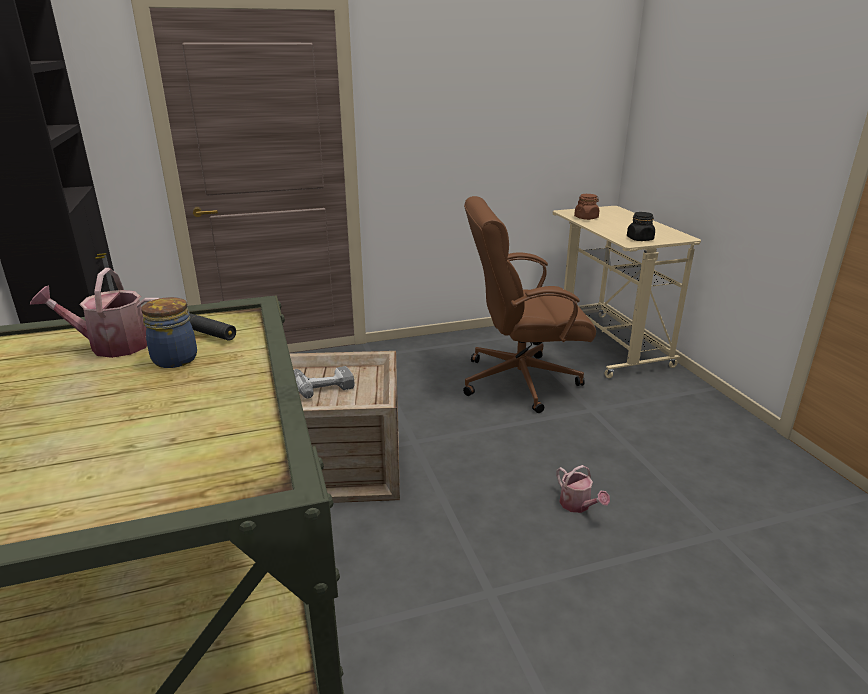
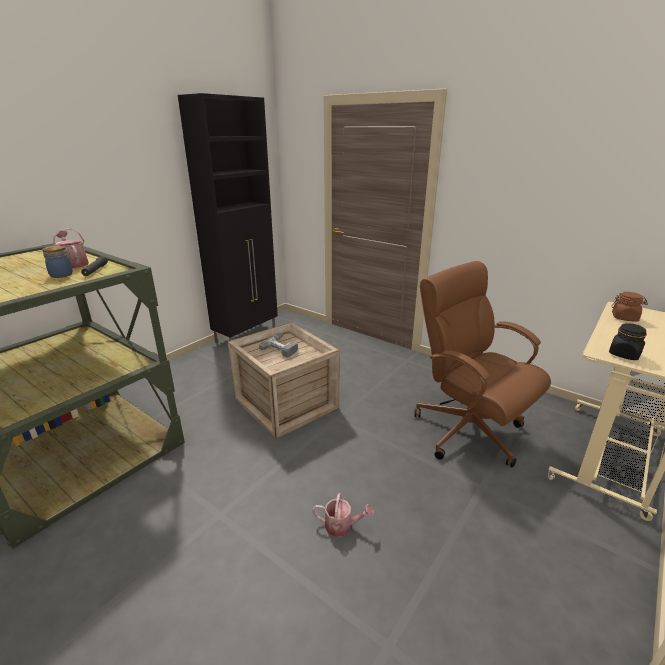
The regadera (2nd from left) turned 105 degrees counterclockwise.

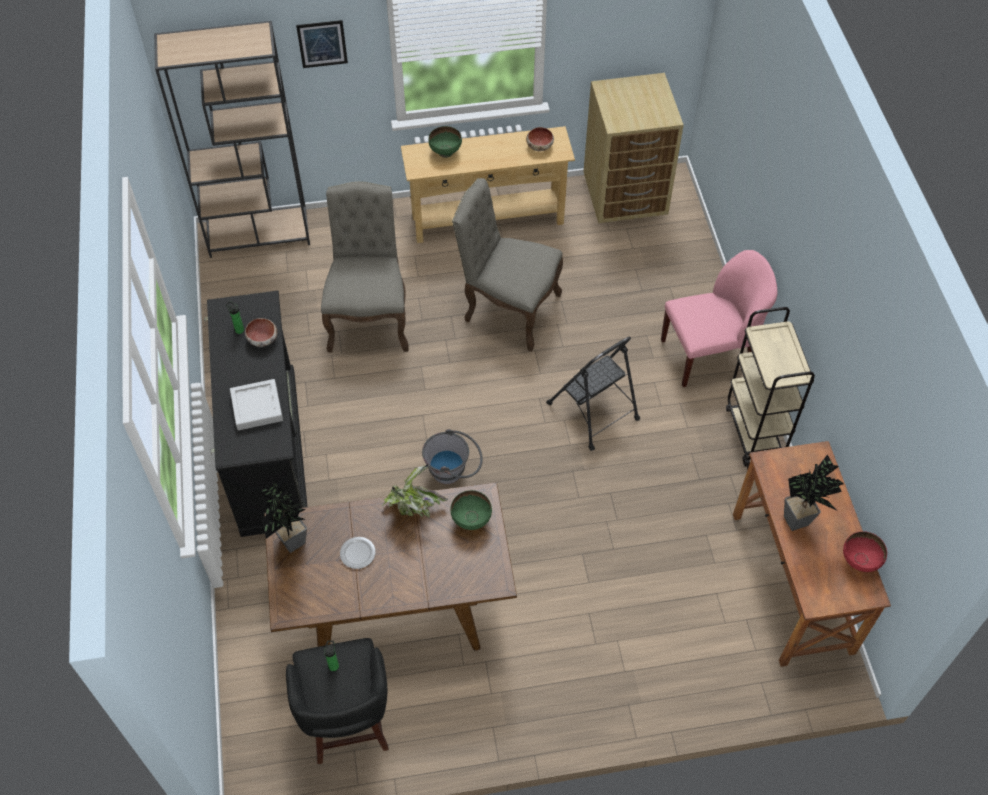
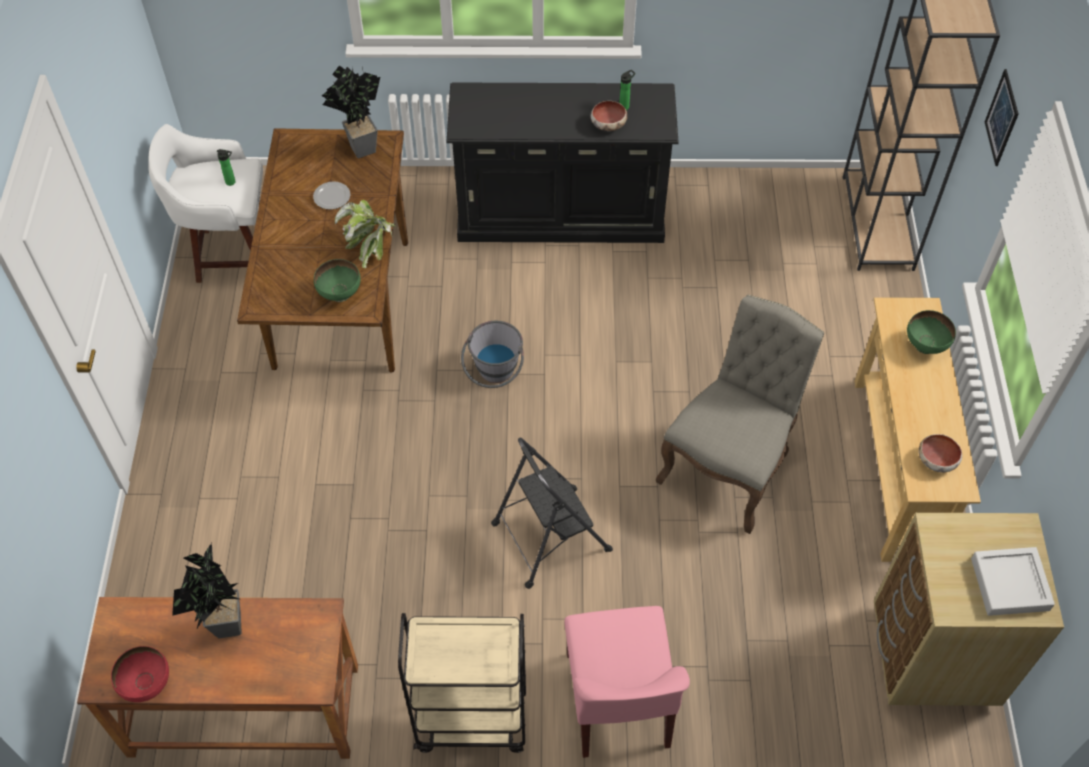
The silla (gris) (1st from left) disappeared. The bandeja (gris) moved. The taburete (negro) became the taburete (blanco).

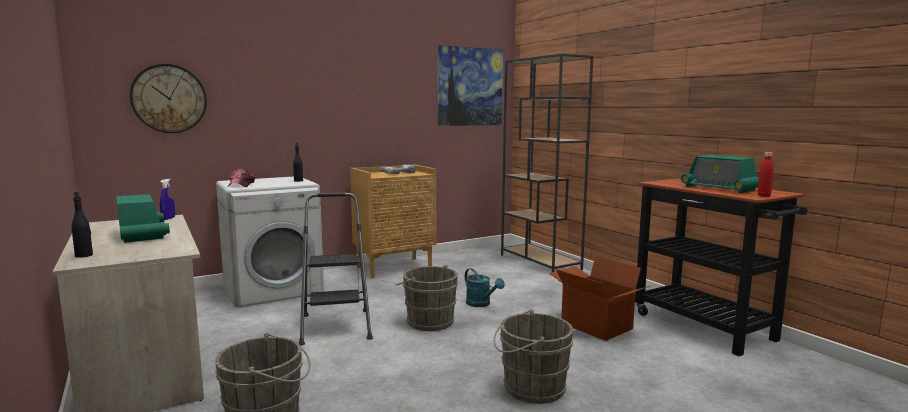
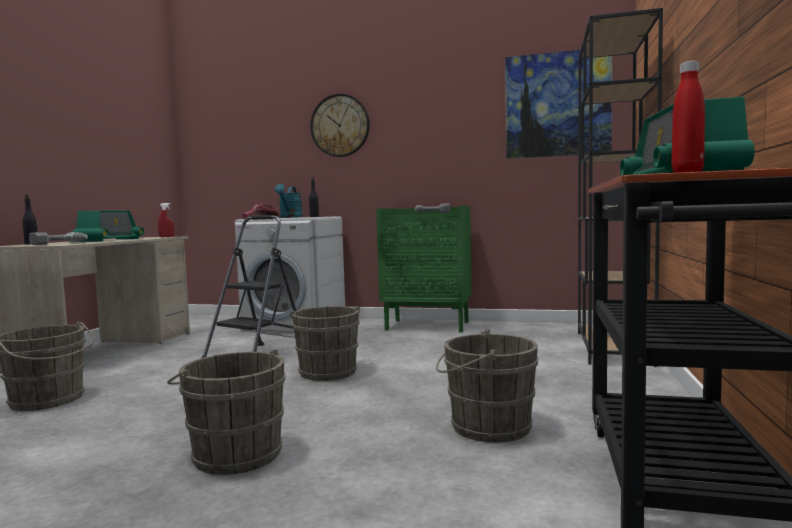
The taladro (1st from left) appeared. The reloj de pared moved. The regadera (turquesa) moved. The caja de cartón was replaced by the cubo (gris) (4th from left). The pulverizador (azul) became the pulverizador (rojo). The armario (marrón) became the armario (verde).

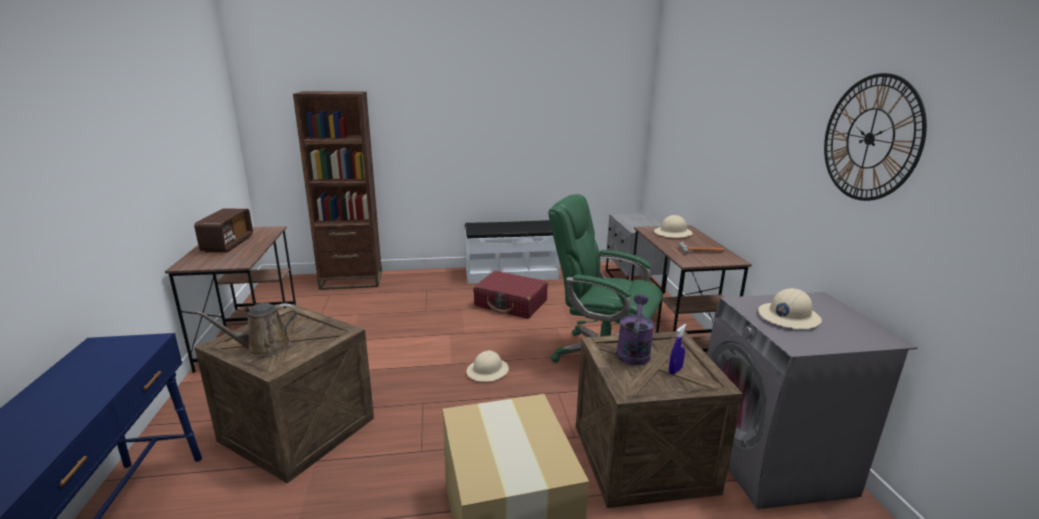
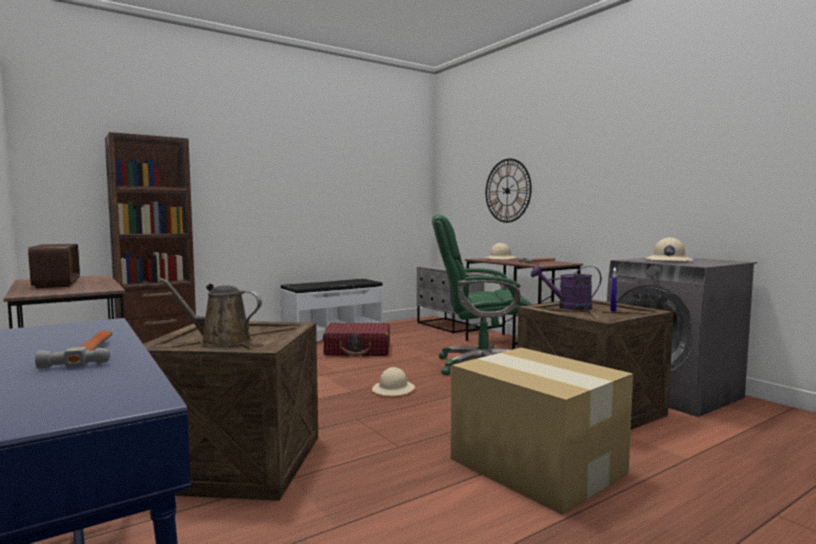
The martillo (1st from left) appeared. The reloj de pared moved. The regadera (marrón) turned 60 degrees clockwise. The regadera (morado) turned 75 degrees counterclockwise.

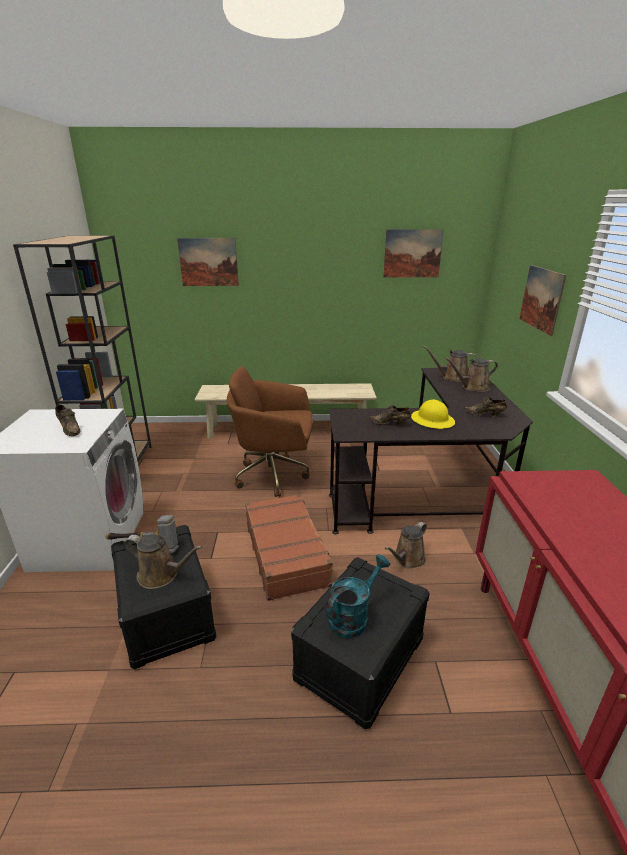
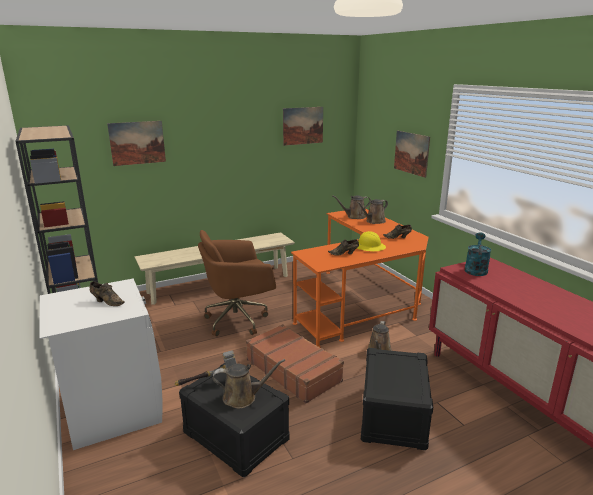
The regadera (turquesa) moved. The escritorio (negro) became the escritorio (naranja).

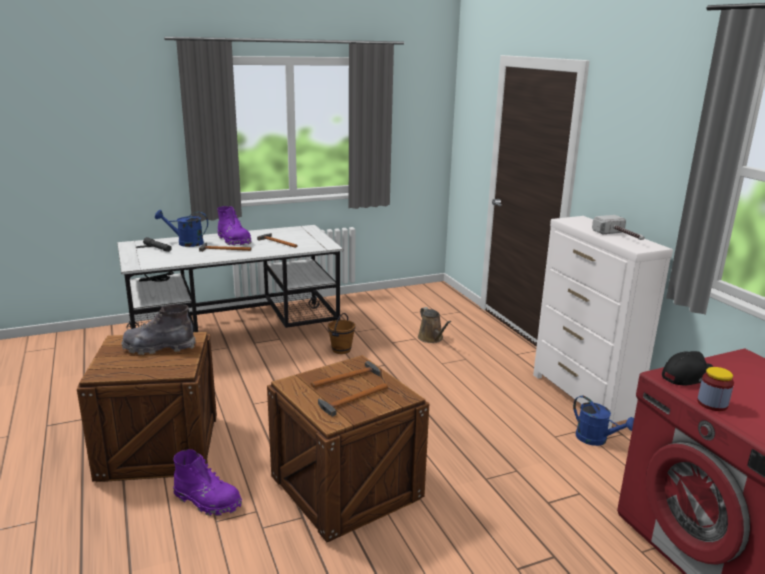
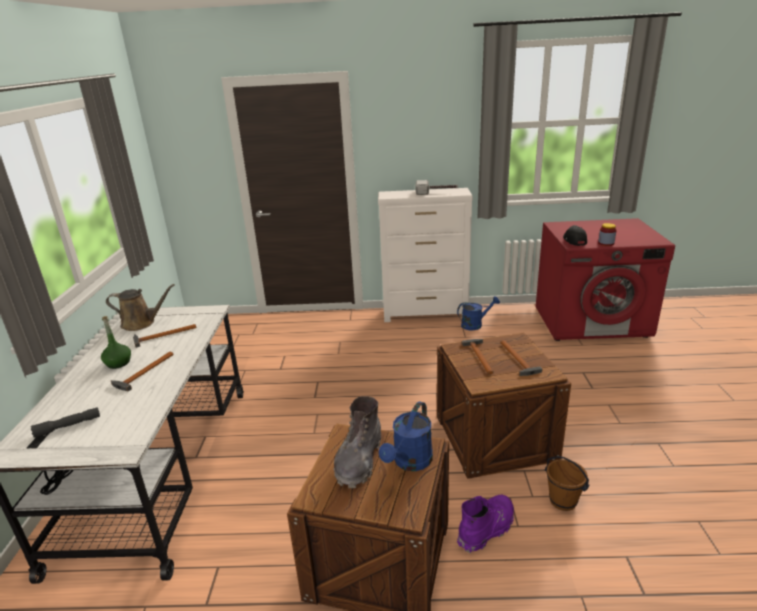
The regadera (azul) (1st from left) moved. The cubo (marrón) moved. The regadera (marrón) moved. The bota (morado) (2nd from left) was replaced by the botella (verde).

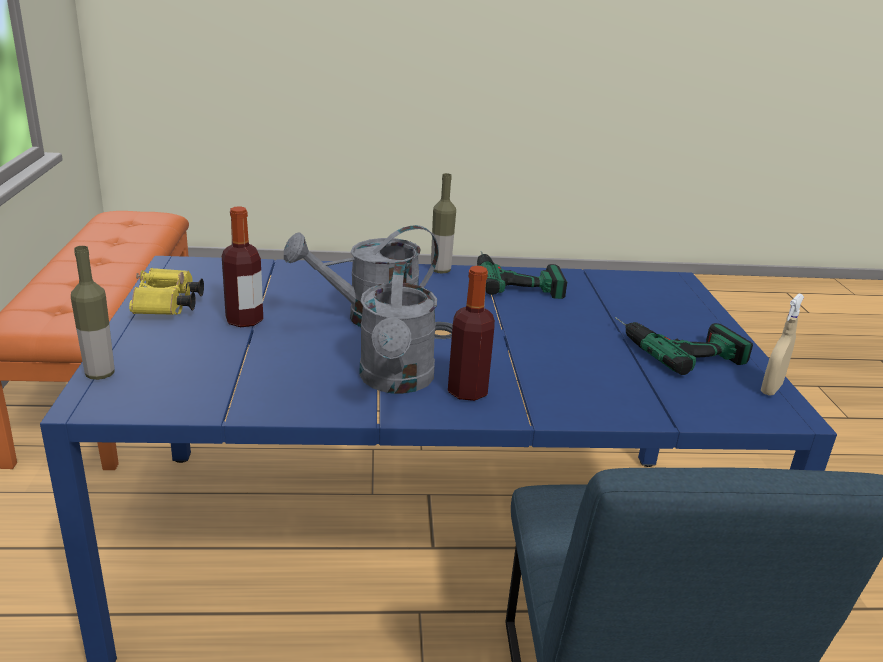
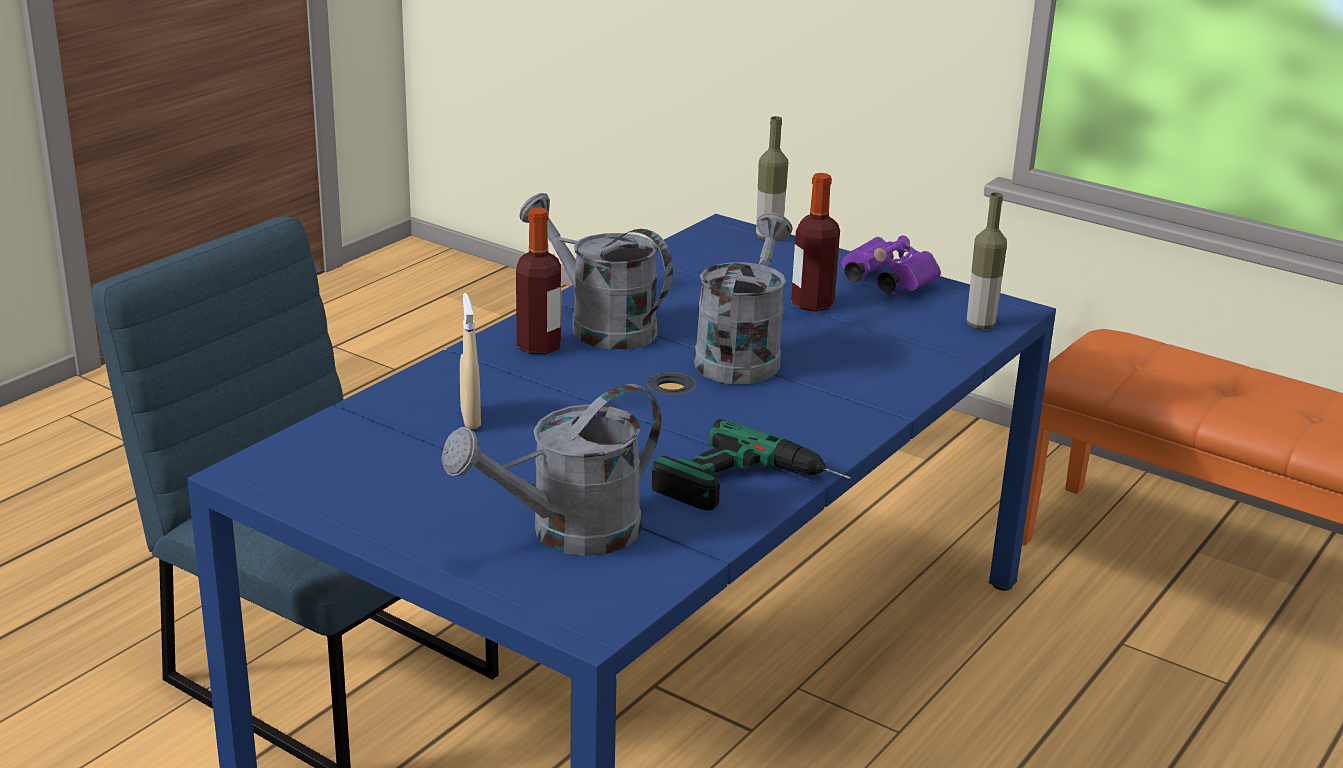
The taladro (2nd from left) disappeared. The regadera (gris) (1st from left) appeared. The botella (3rd from left in the first image) moved. The pulverizador (beis) moved. The prismáticos (amarillo) became the prismáticos (morado).

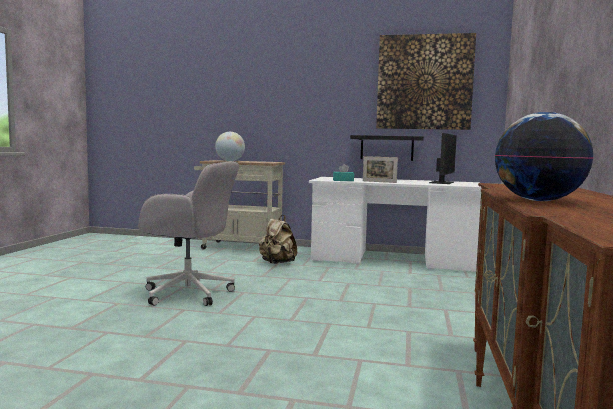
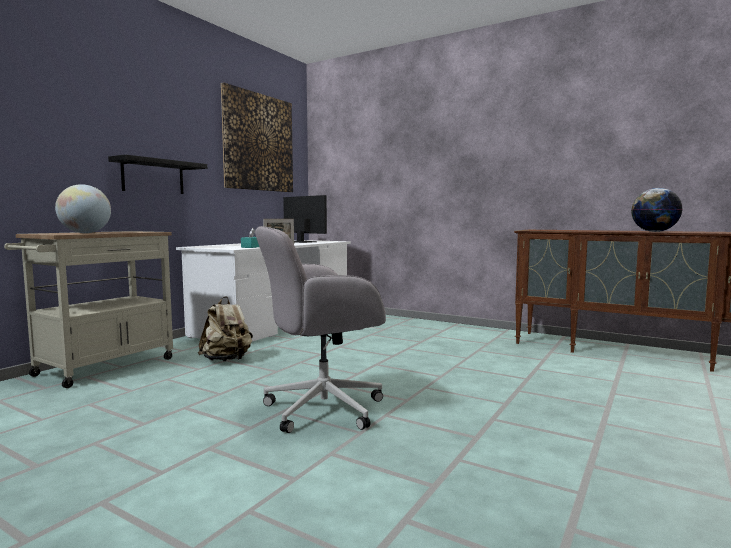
The estante (negro) moved. The silla de oficina (gris) turned 150 degrees counterclockwise.

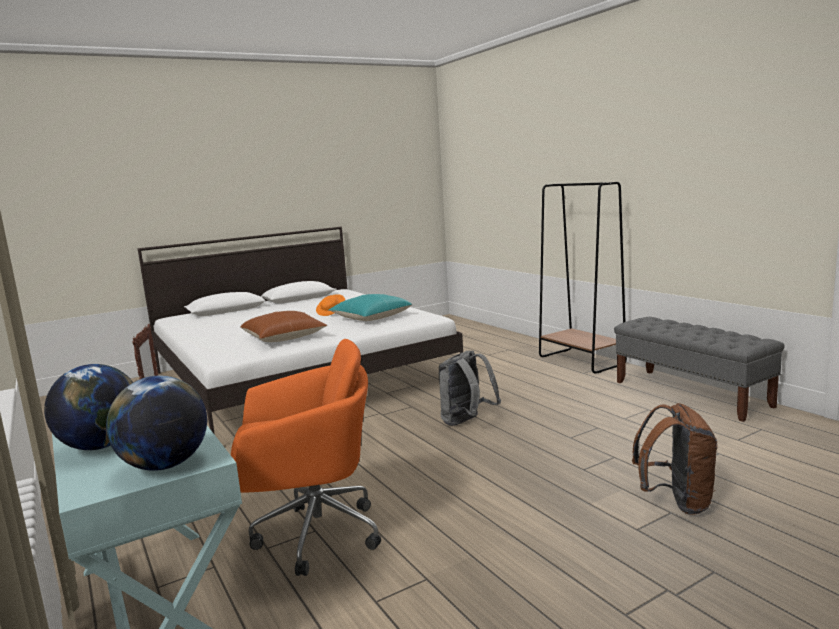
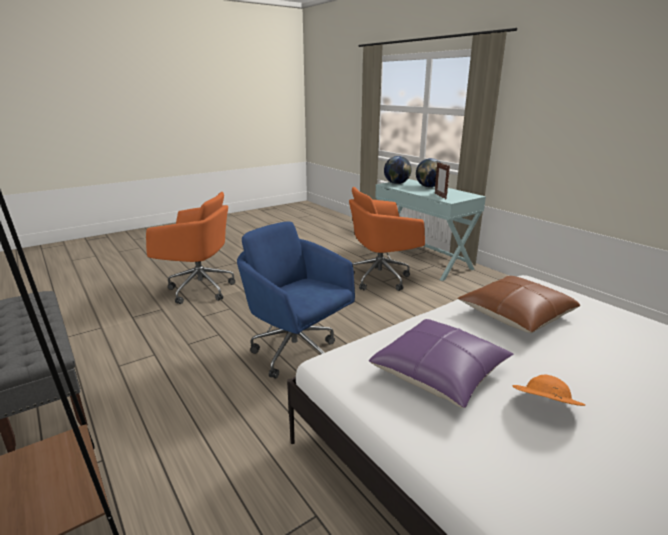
The mochila (gris) was replaced by the silla de oficina (azul). The mochila (marrón) was replaced by the silla de oficina (naranja) (1st from left). The cojín (turquesa) became the cojín (morado).

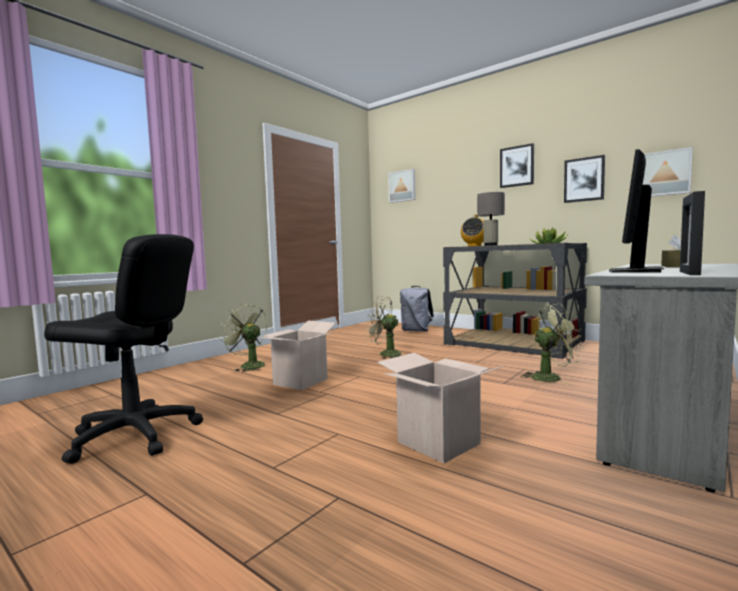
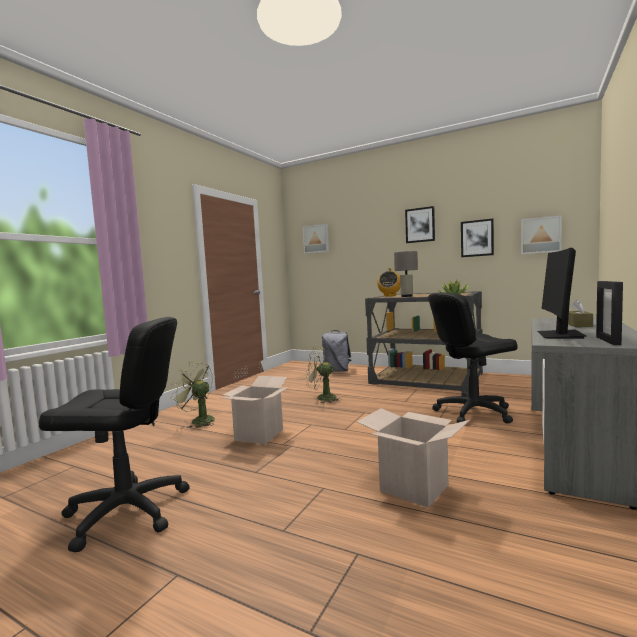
The ventilador (verde) (2nd from left) was replaced by the silla de oficina (negro) (2nd from left).

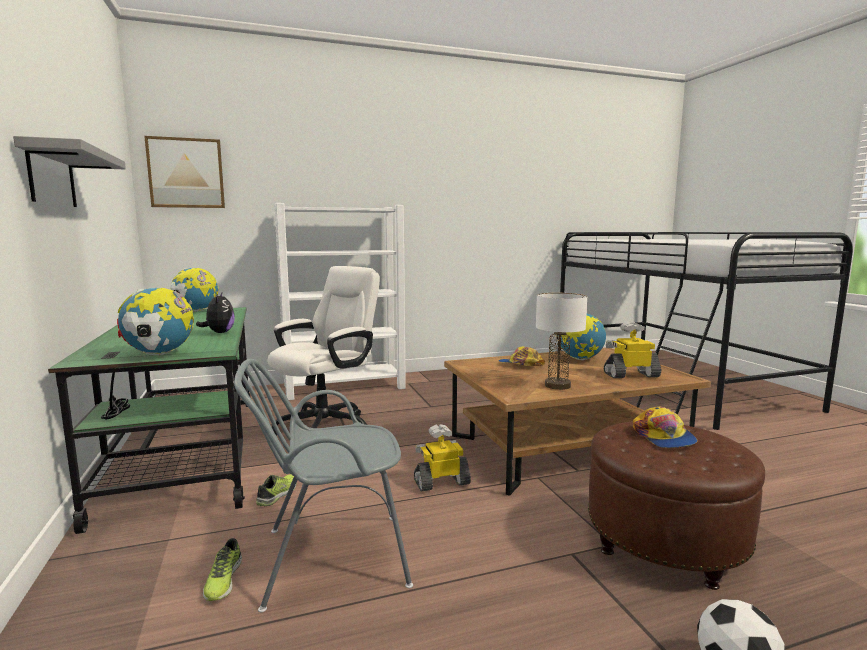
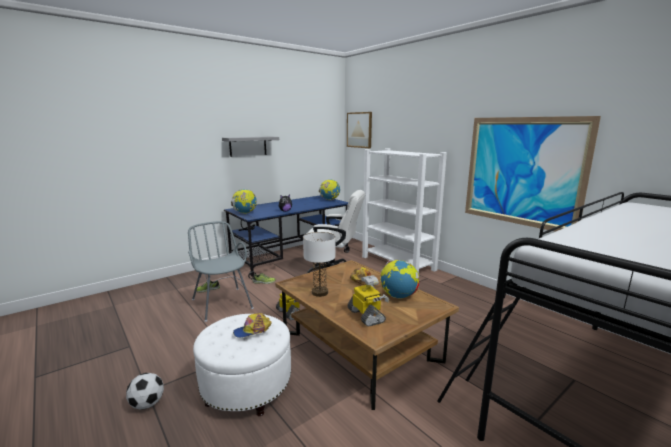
The cuadro (2nd from left) appeared. The escritorio (verde) became the escritorio (azul). The puf (marrón) became the puf (blanco).

